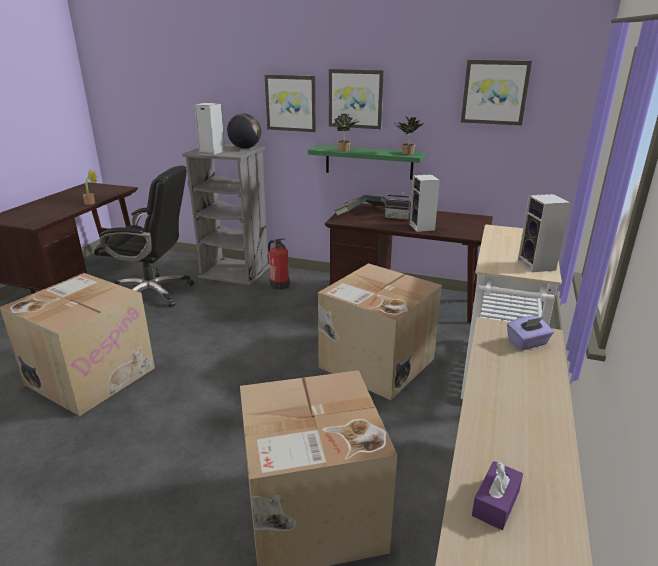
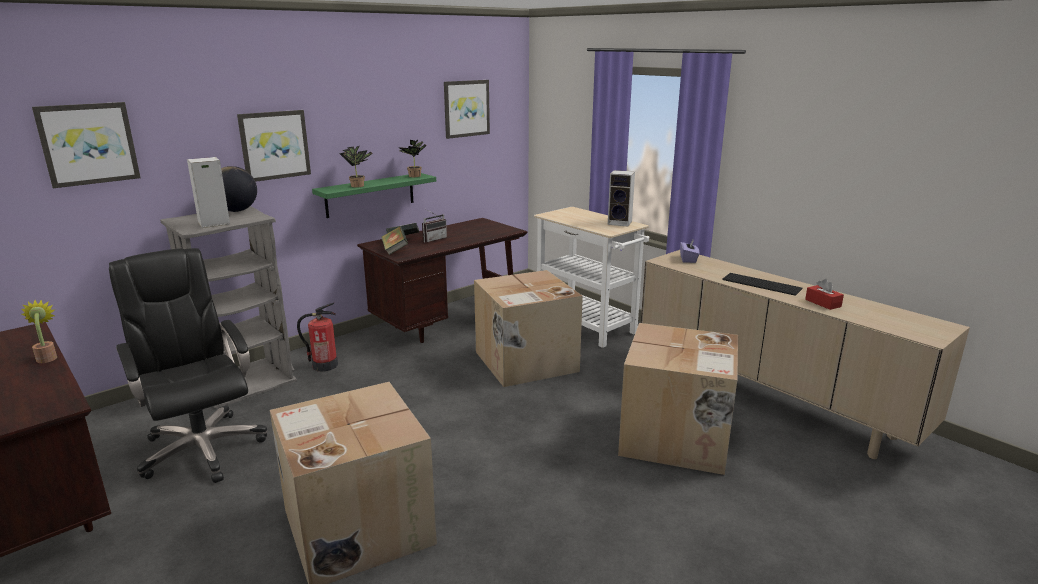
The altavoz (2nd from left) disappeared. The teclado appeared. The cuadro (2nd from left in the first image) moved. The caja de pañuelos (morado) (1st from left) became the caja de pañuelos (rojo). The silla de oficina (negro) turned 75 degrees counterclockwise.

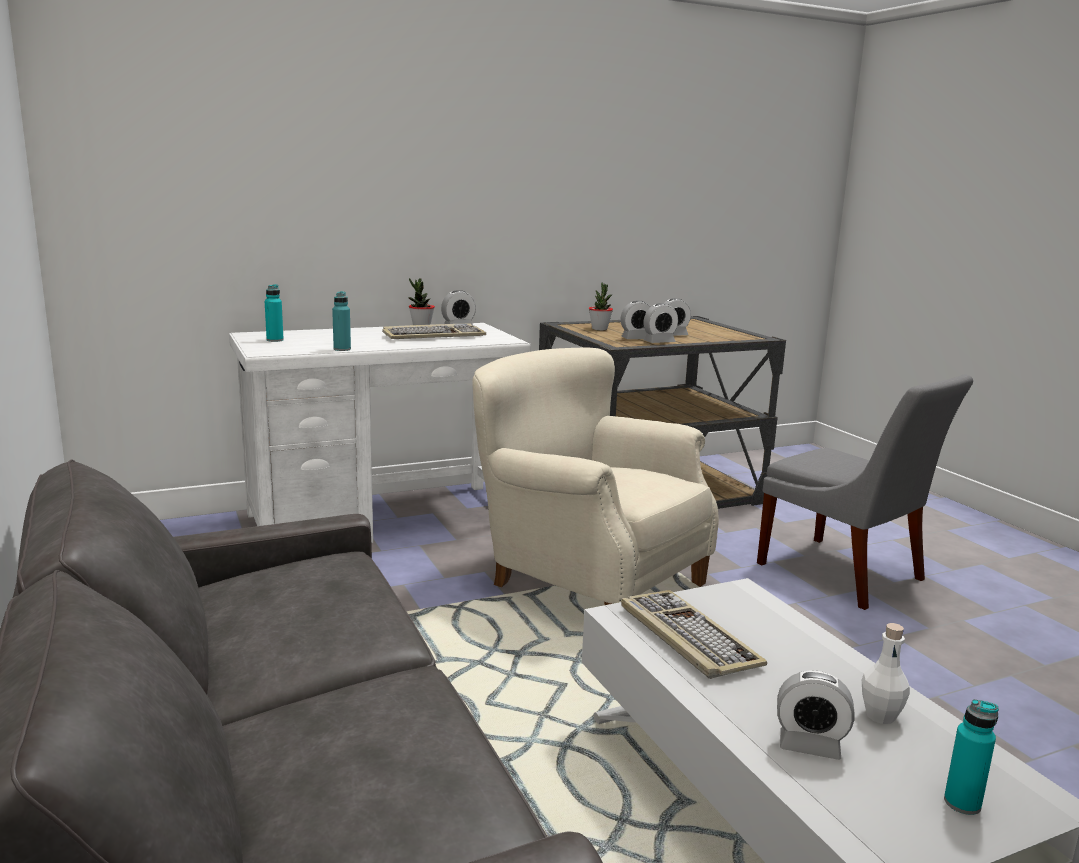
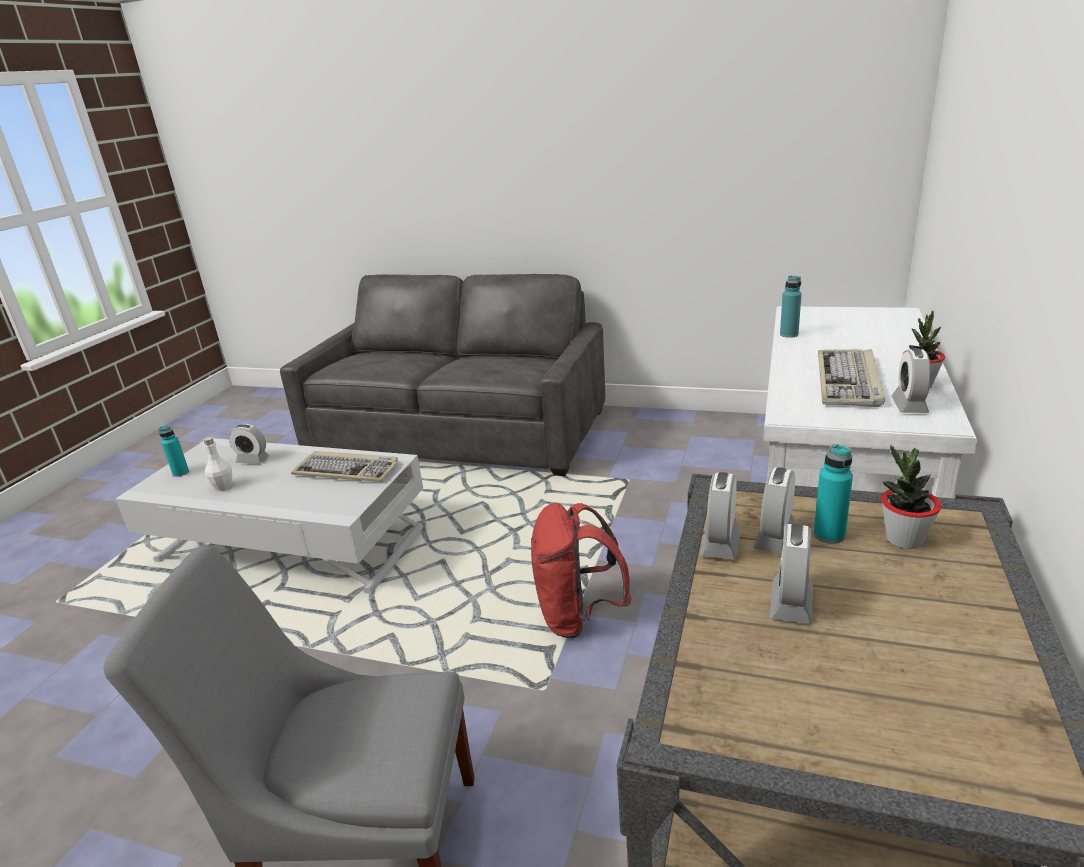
The botella (turquesa) (1st from left in the first image) moved. The sillón (beis) was replaced by the mochila (rojo). The despertador (5th from left in the first image) turned 135 degrees counterclockwise.

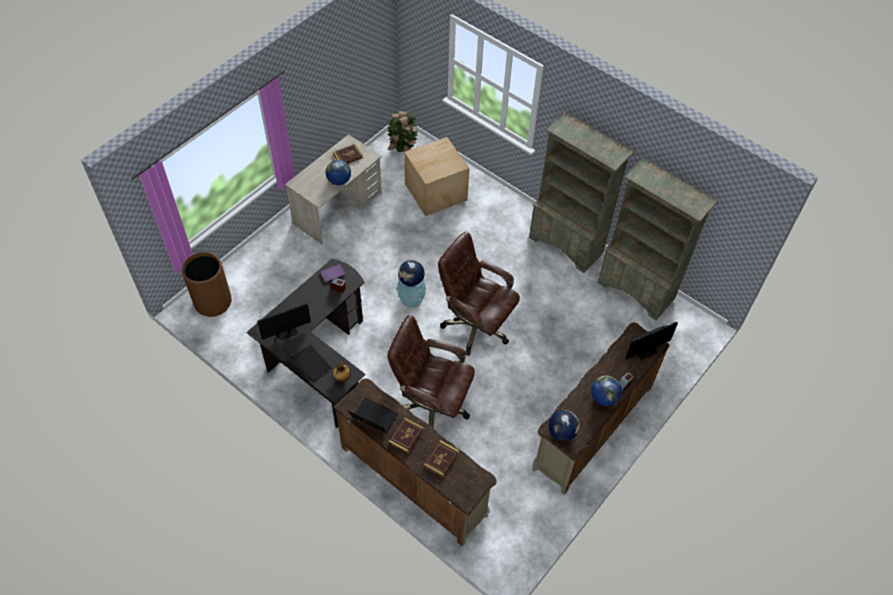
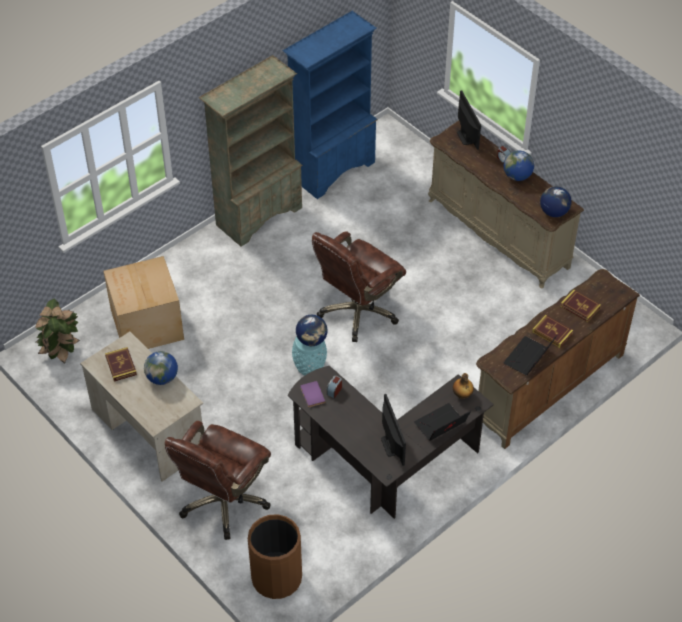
The silla de oficina (marrón) (1st from left) moved. The estantería (verde) (2nd from left) became the estantería (azul).

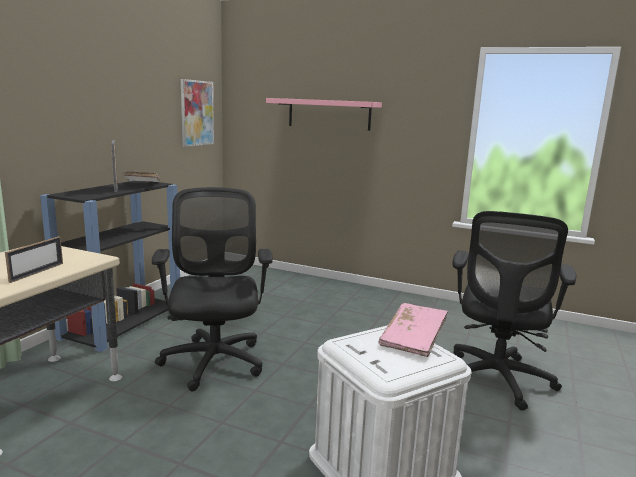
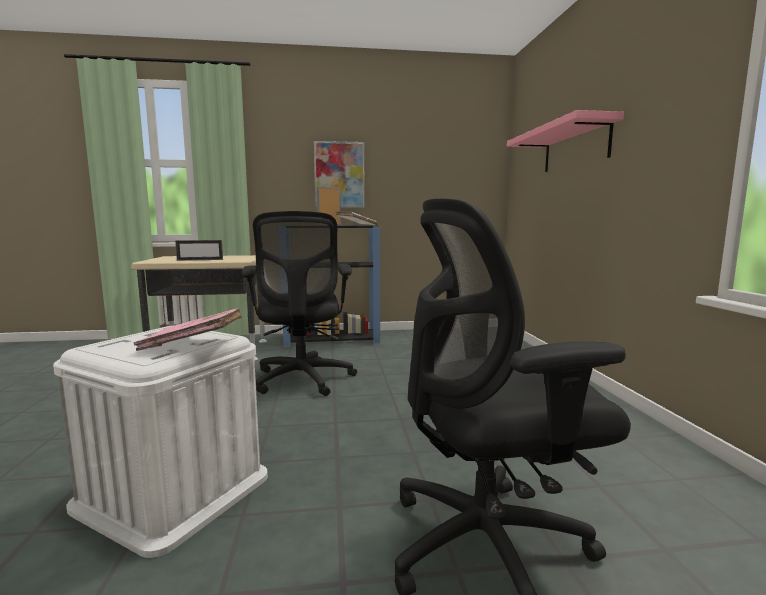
The cuadro moved. The silla de oficina (negro) (1st from left) turned 120 degrees clockwise.

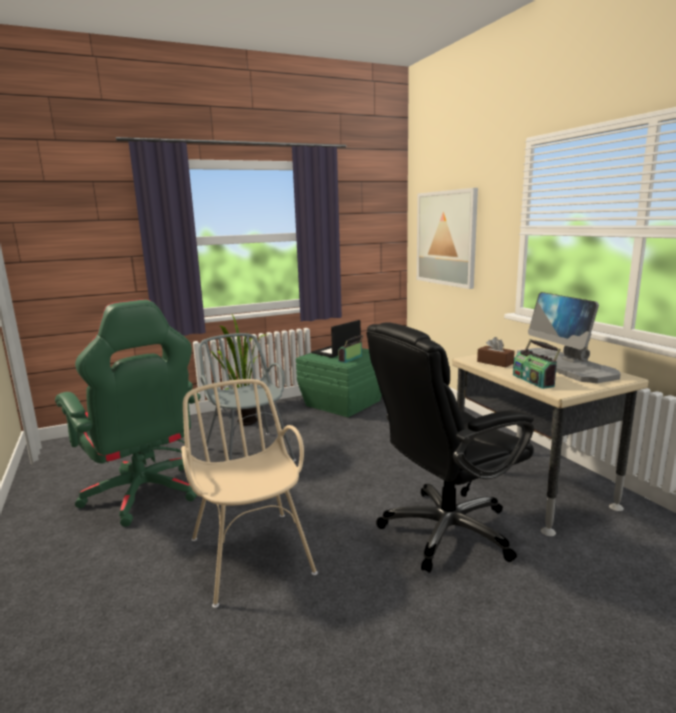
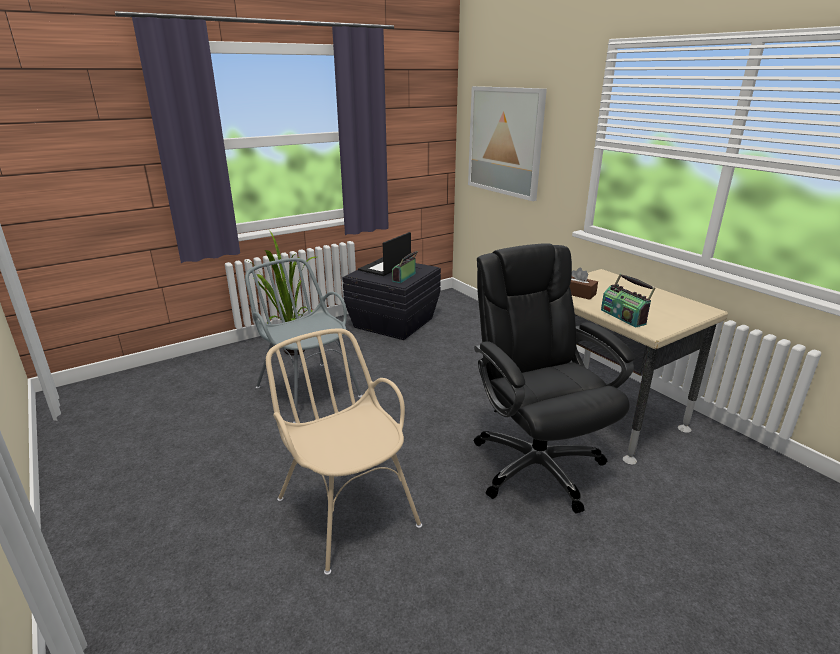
The silla de oficina (verde) disappeared. The monitor disappeared. The caja de almacenaje (verde) became the caja de almacenaje (negro). The silla de oficina (negro) turned 105 degrees clockwise.

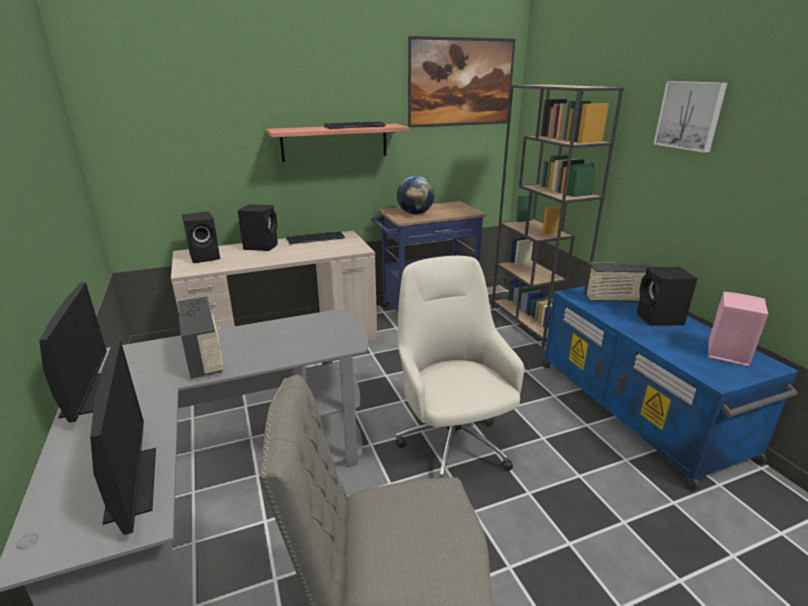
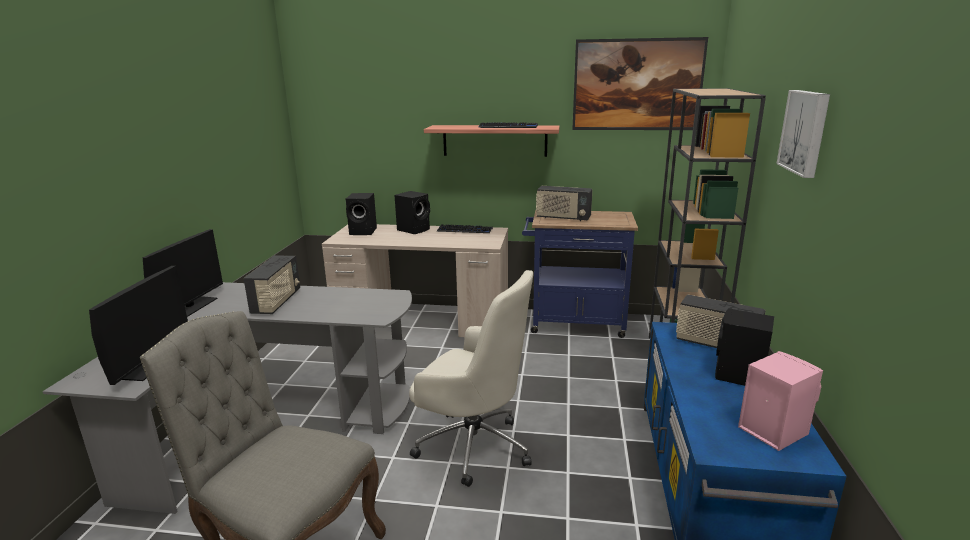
The globo terráqueo was replaced by the radio (2nd from left). The silla de oficina (beis) turned 105 degrees clockwise.

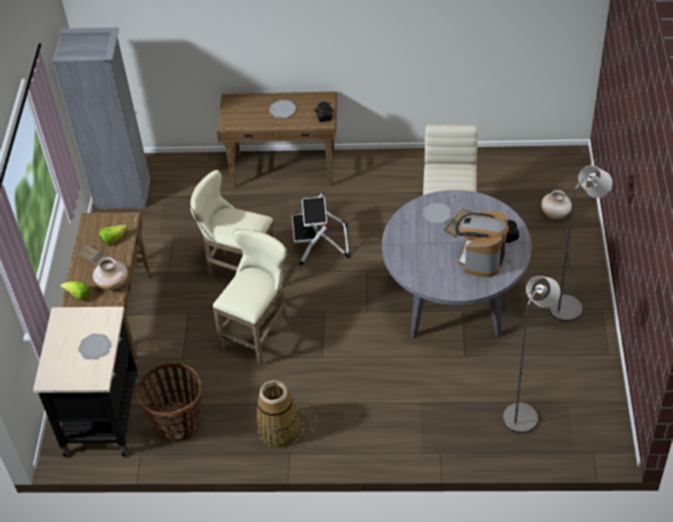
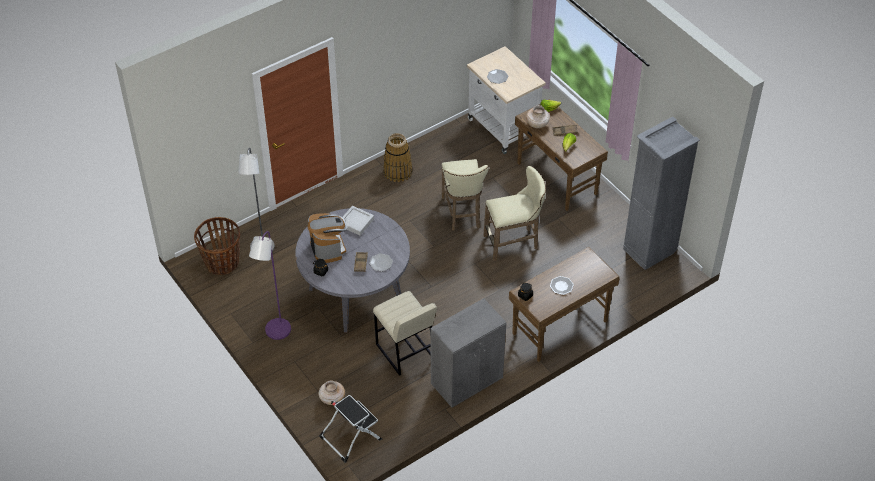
The bandeja (gris) appeared. The armario (gris) (1st from left) appeared. The cesta (1st from left) moved. The escalera de tijera moved. The carrito (negro) became the carrito (blanco). The lámpara de pie (gris) (2nd from left) became the lámpara de pie (morado).

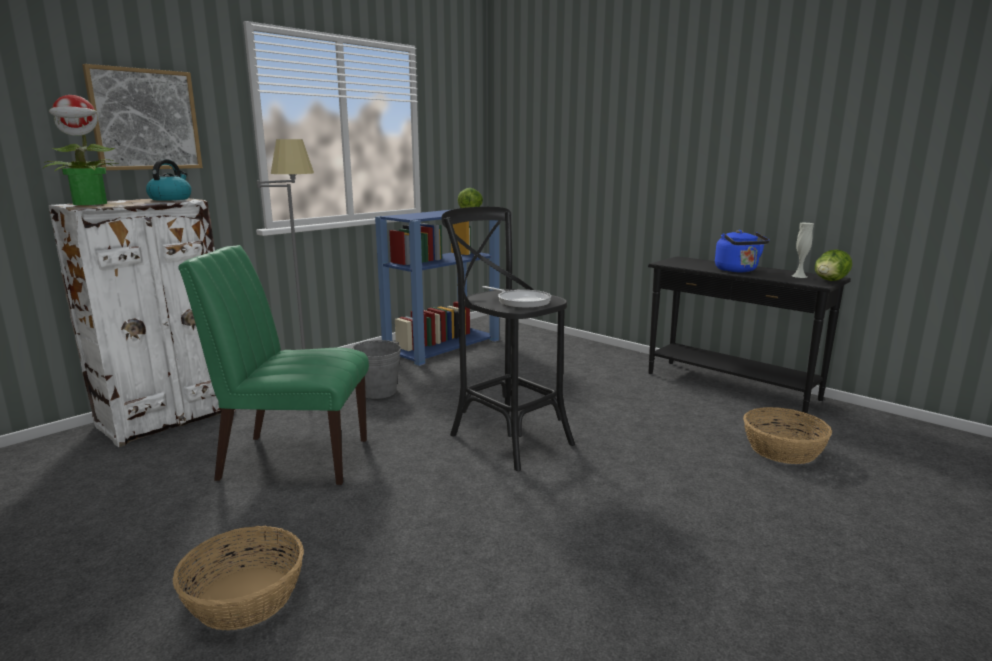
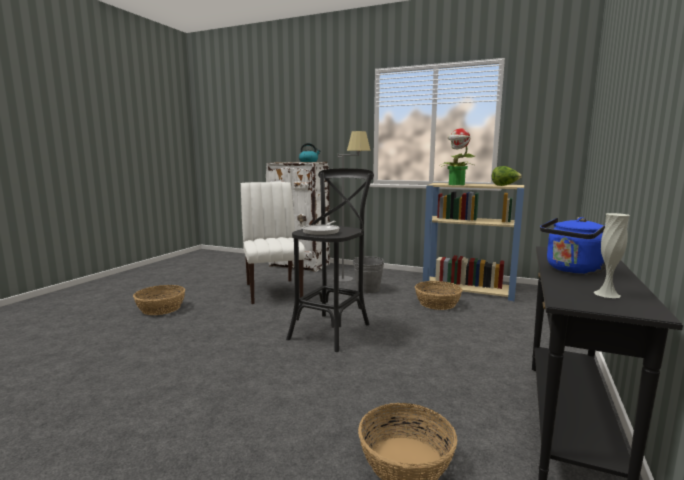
The cuadro disappeared. The lechuga (2nd from left) disappeared. The cesta (3rd from left) appeared. The planta en maceta moved. The silla (verde) became the silla (blanco). The estantería (azul) became the estantería (beis).

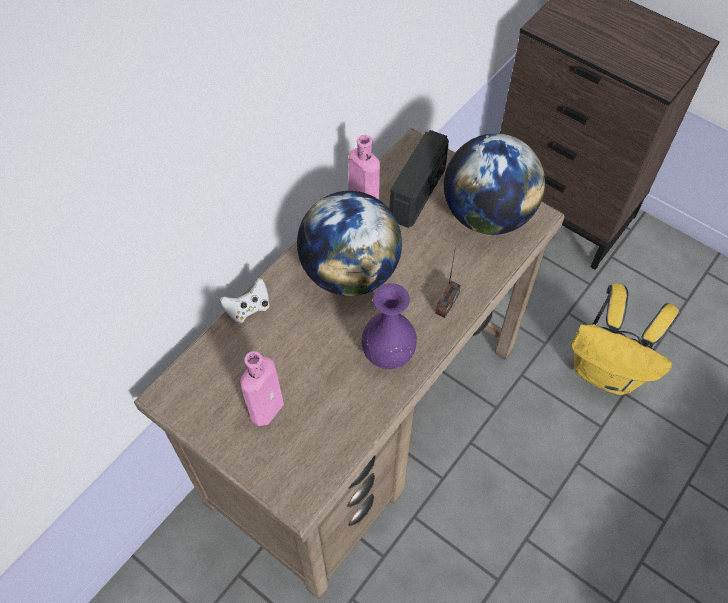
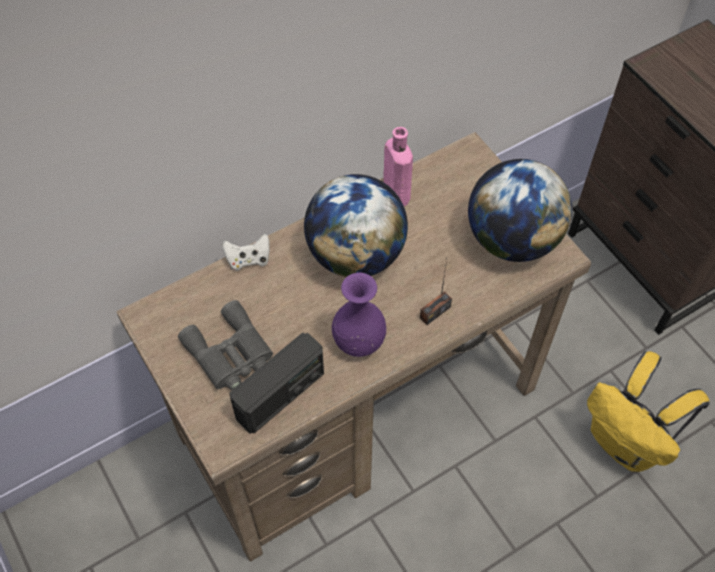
The radio (1st from left) moved. The botella (rosa) (1st from left) was replaced by the prismáticos (gris).

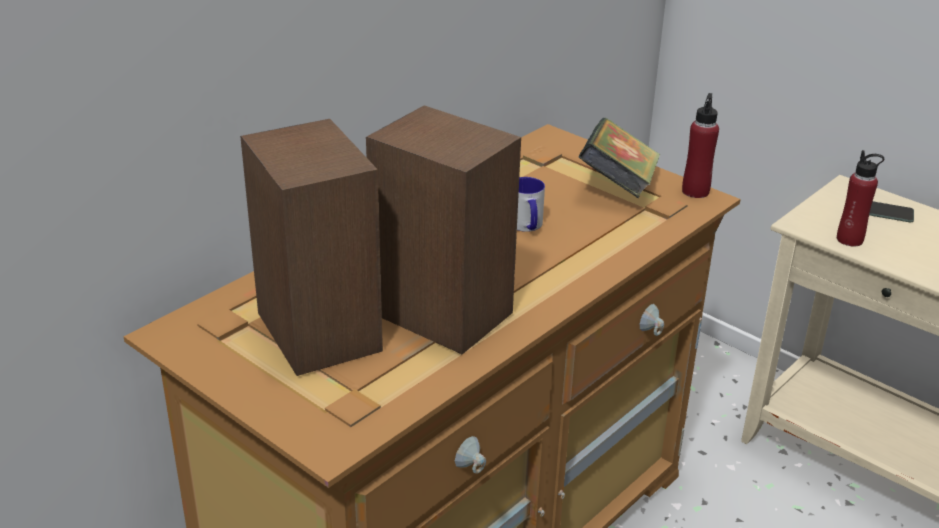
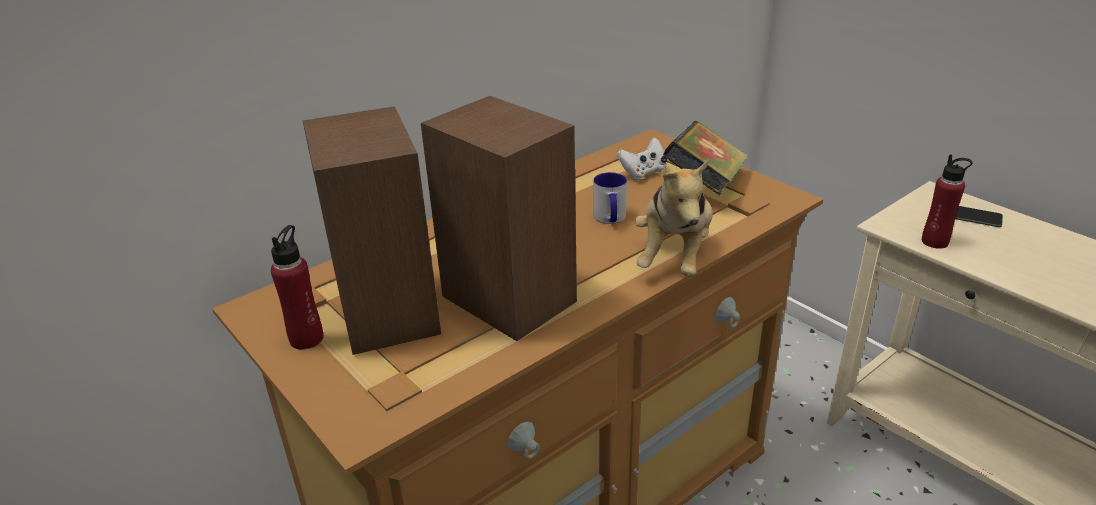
The mando de consola (blanco) appeared. The peluche appeared. The botella (rojo) (1st from left) moved.

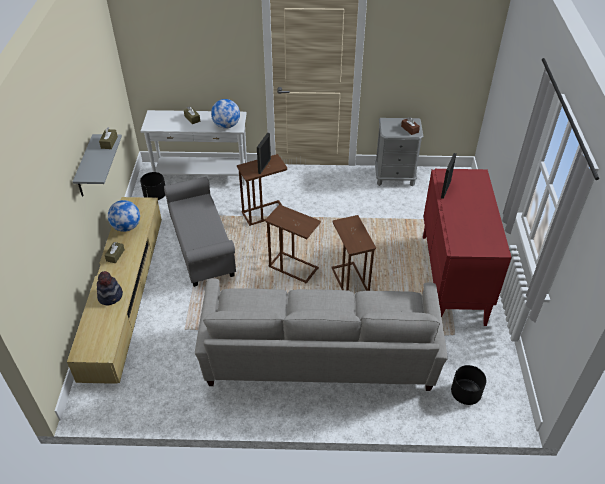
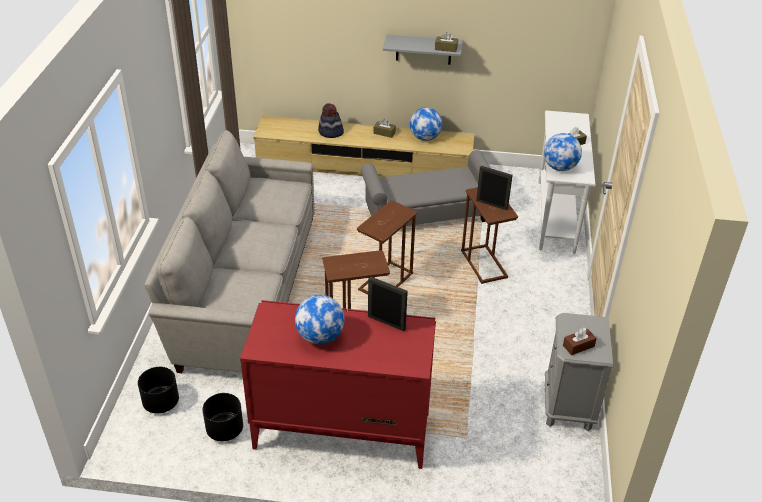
The globo terráqueo (1st from left) appeared. The maceta (negro) (1st from left in the first image) moved.

